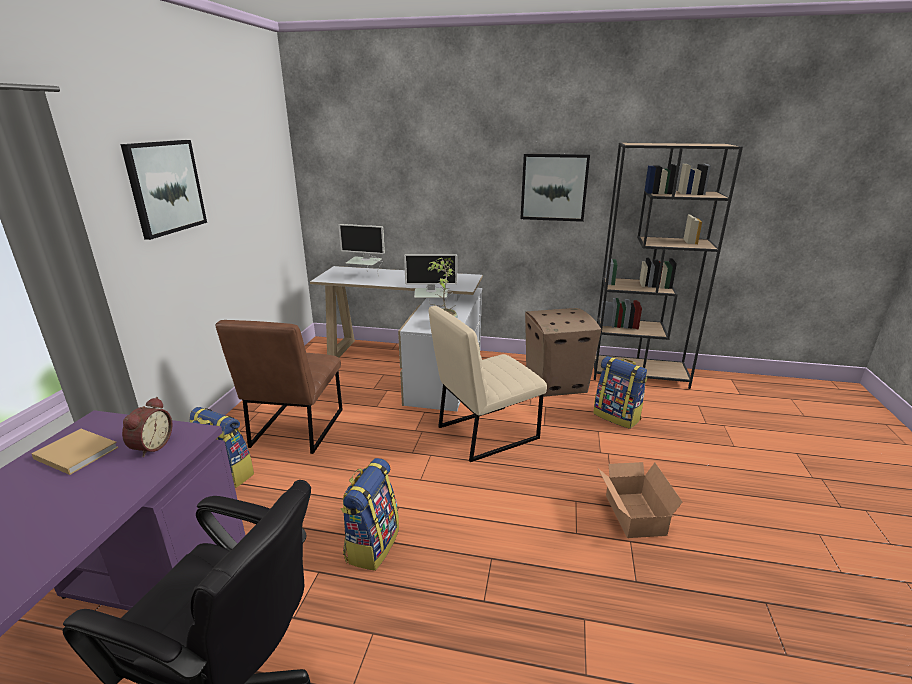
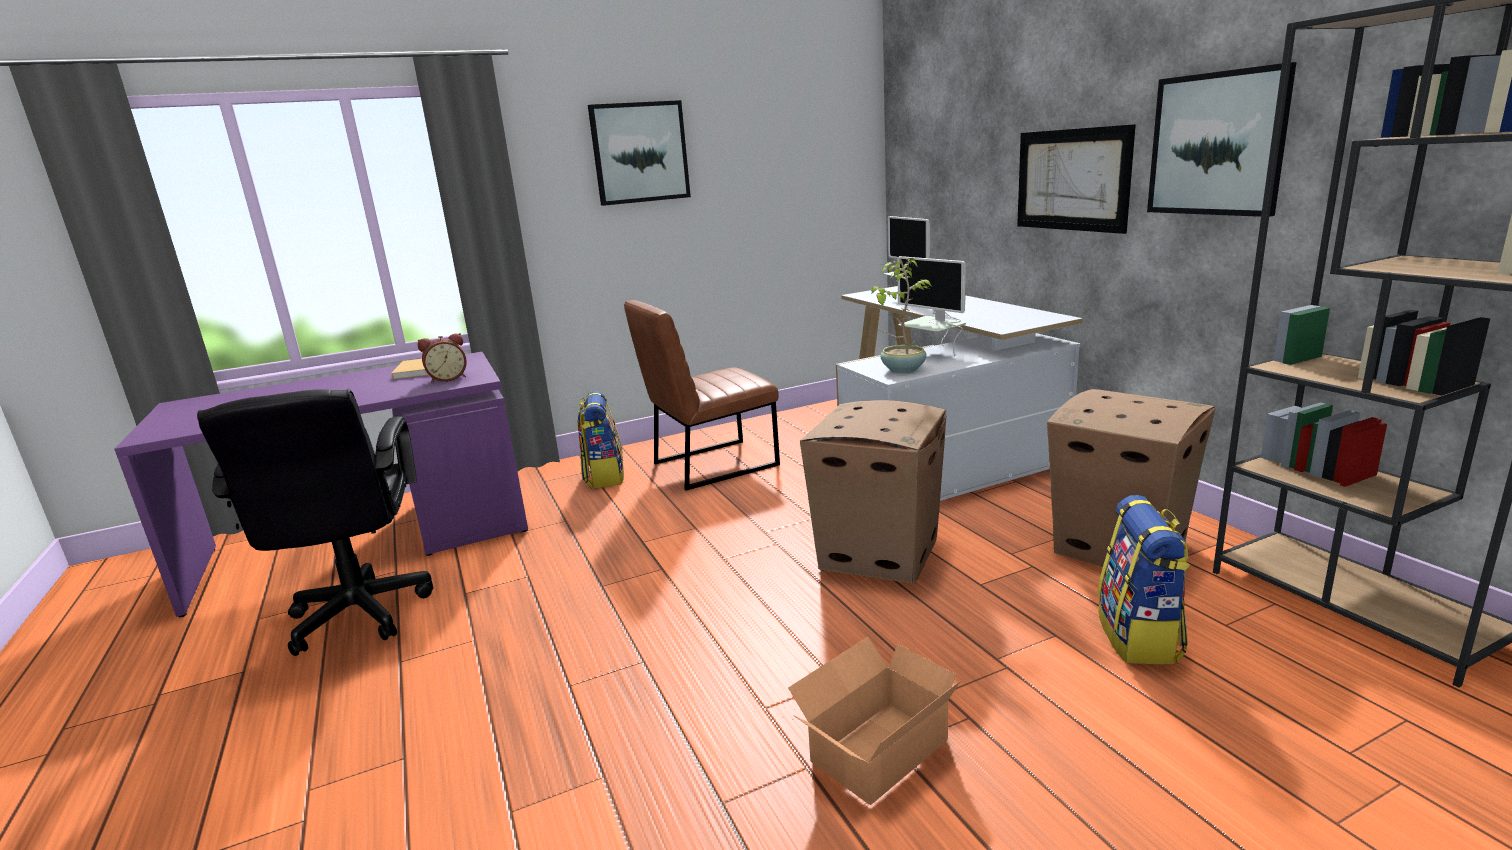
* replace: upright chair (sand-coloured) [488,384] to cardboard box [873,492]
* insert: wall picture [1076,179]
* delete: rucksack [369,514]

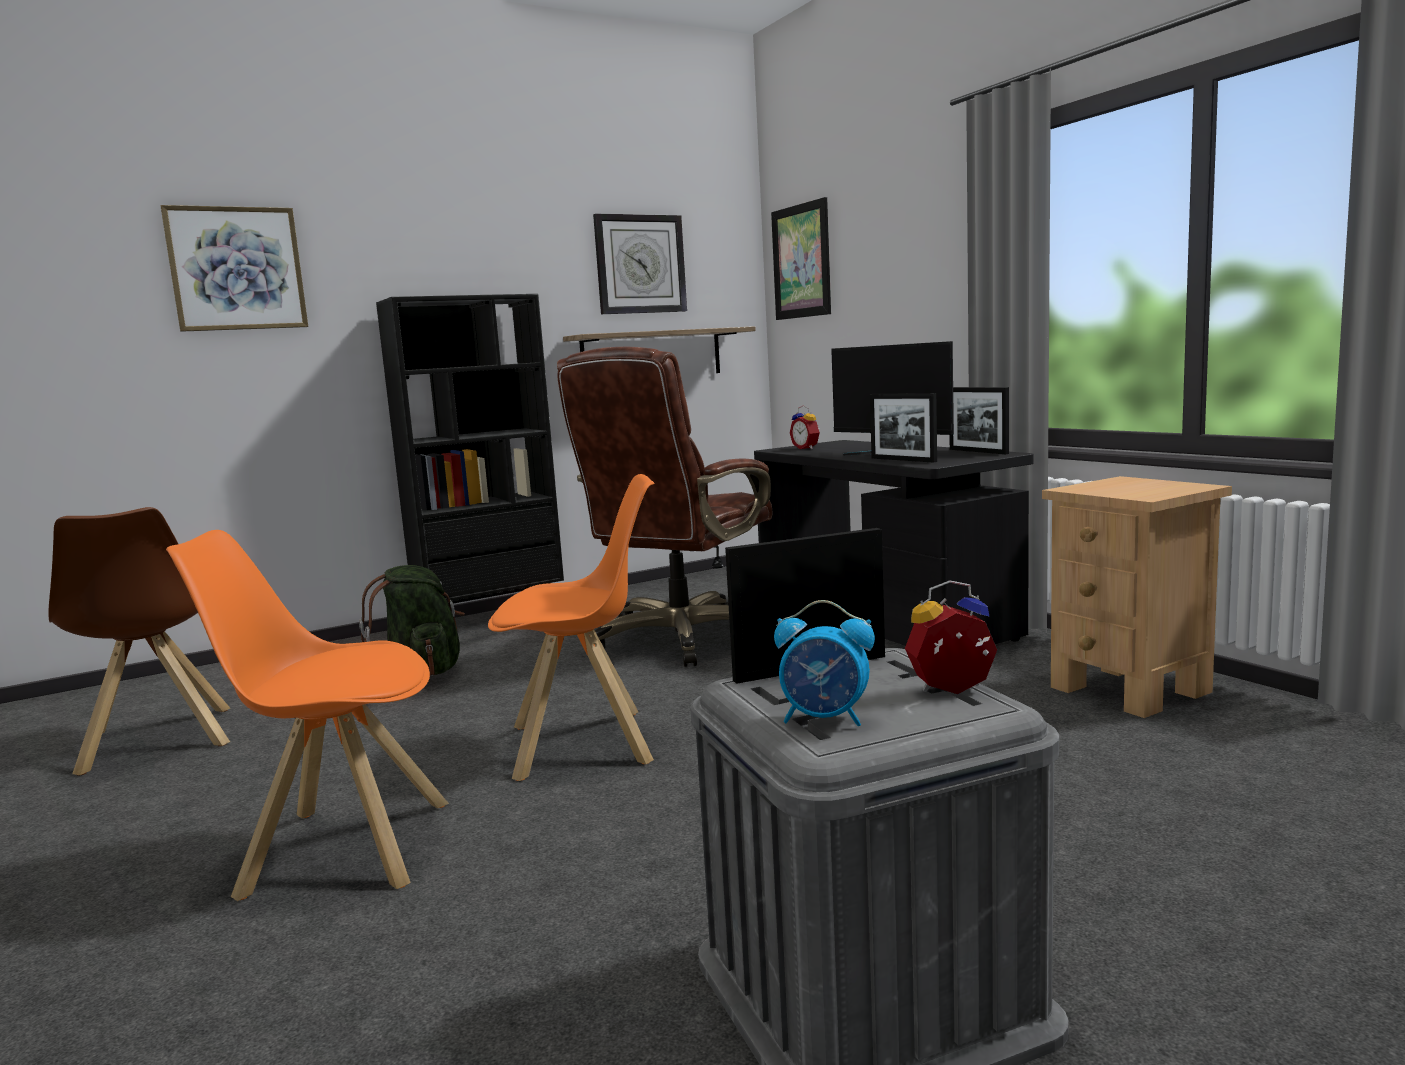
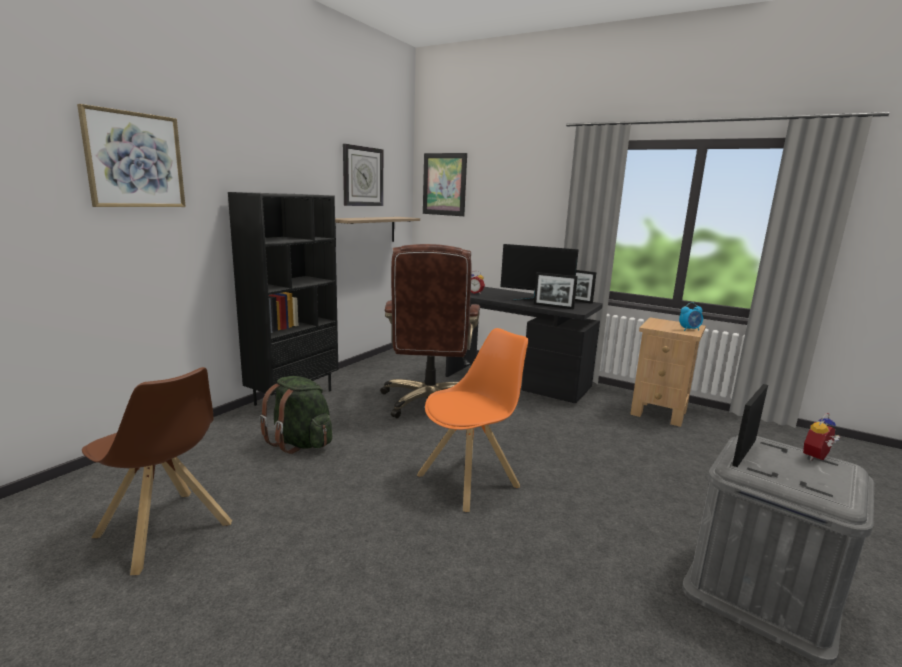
* move: alarm clock [824,663] to [691,316]
* delete: upright chair (orange) [307,715]

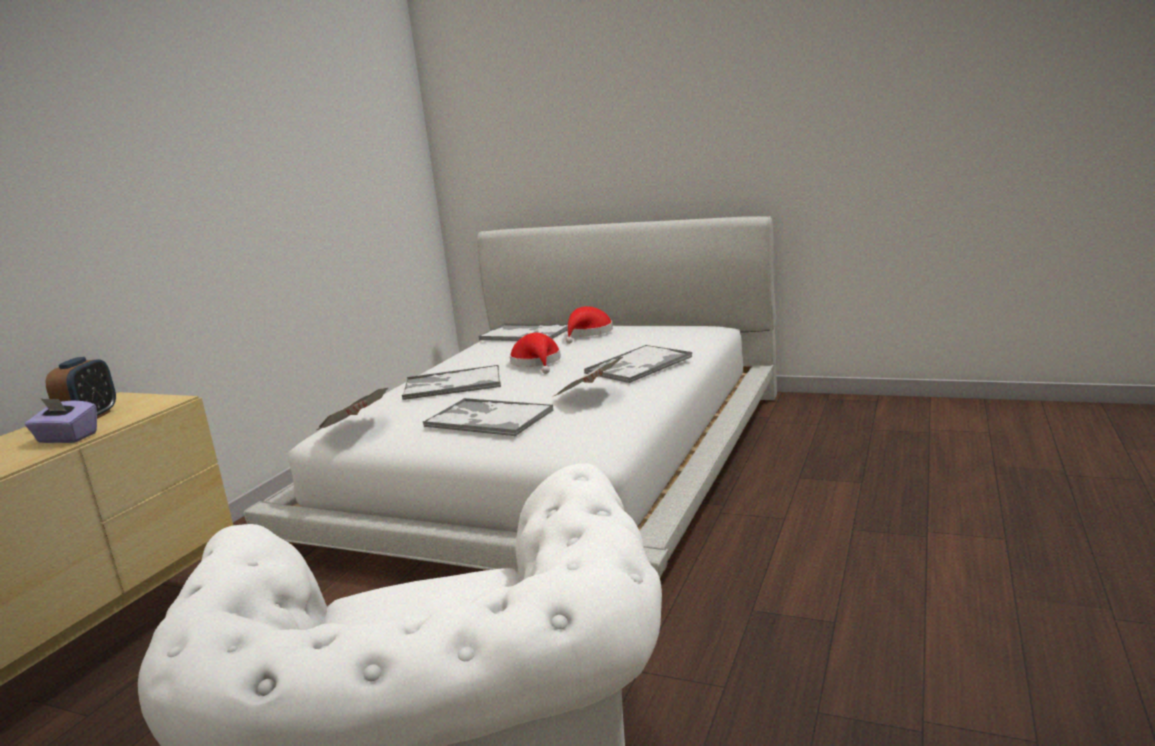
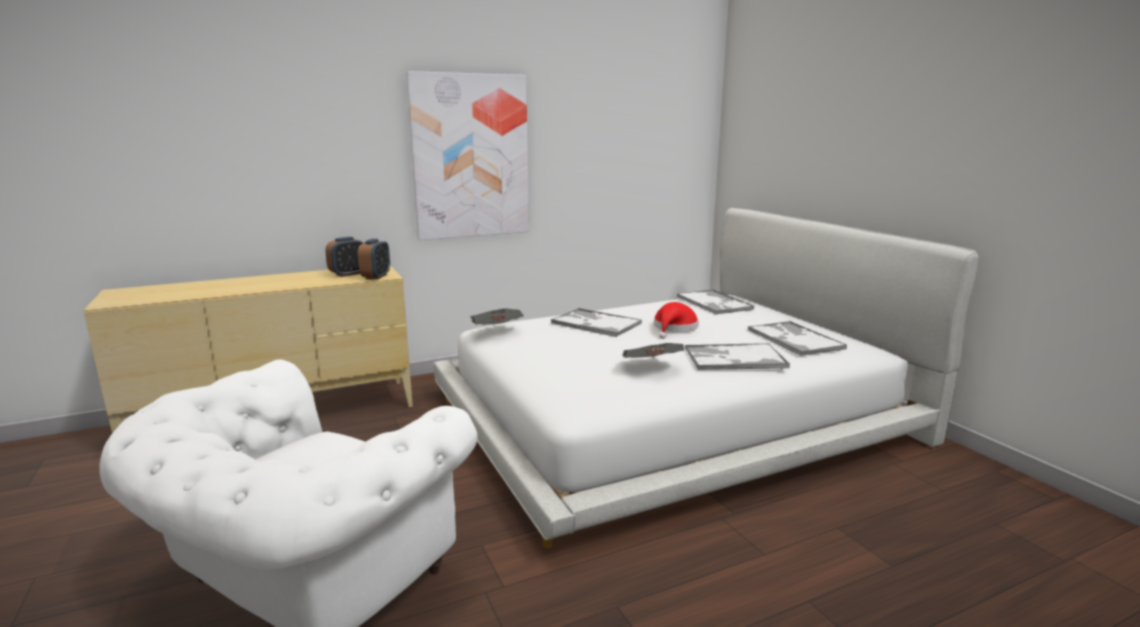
* insert: alarm clock [374,259]
* insert: wall picture [467,155]
* move: carrying tray [488,417] to [797,338]
* delete: tissue box (purplish) [61,420]
* delete: clothing hat (reddish) [589,325]

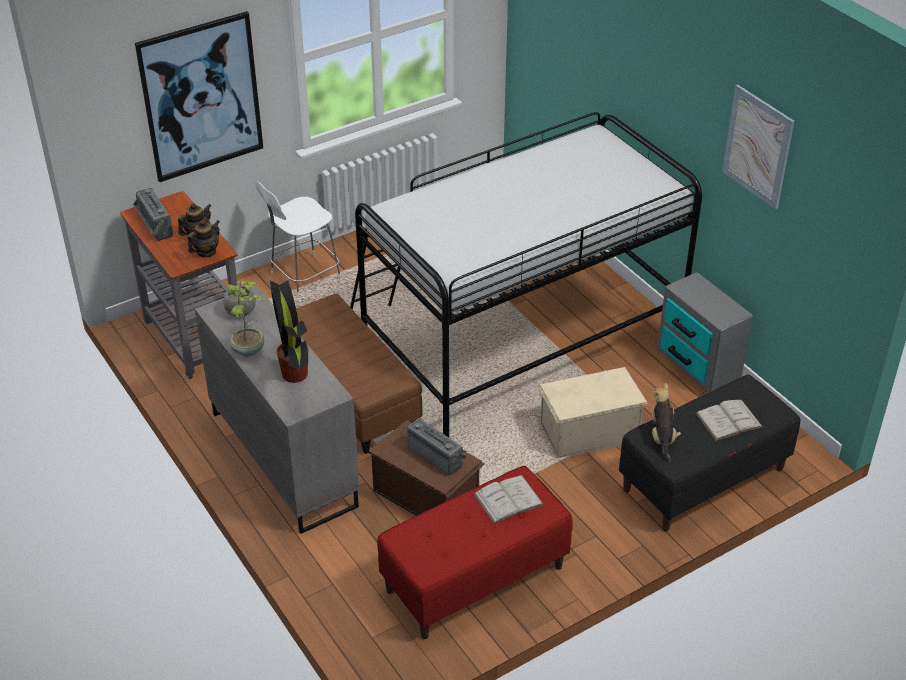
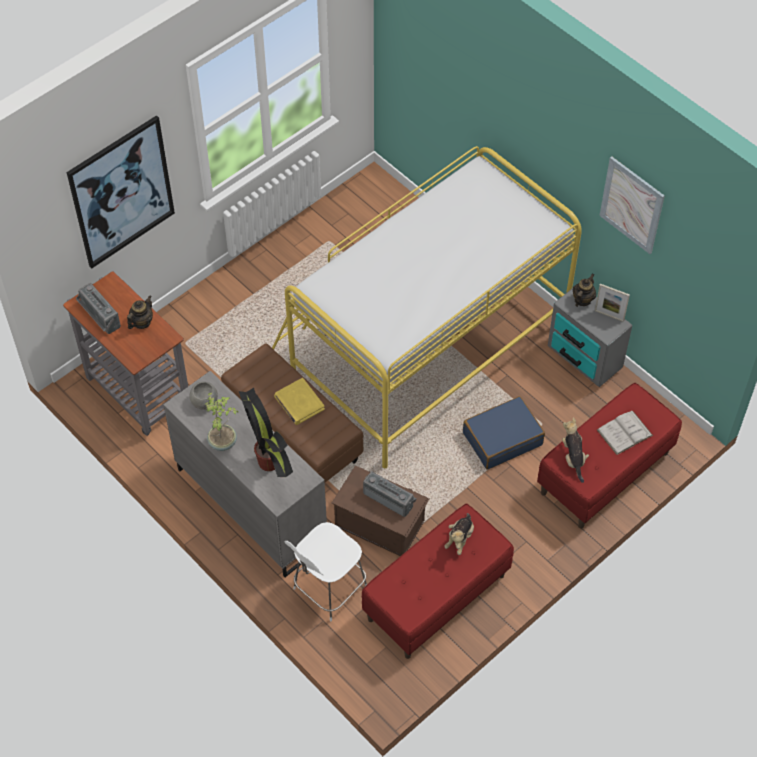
* recolor: bedroom bed (blackish) [526,274] to bedroom bed (yellow-coloured) [427,307]
* insert: bound book (yellow-coloured) [299,401]
* move: upright chair (white-coloured) [298,239] to [326,571]
* replace: bound book (white-coloured) [508,499] to soft toy [459,534]
* replace: storage bin (sand-coloured) [593,412] to piece of luggage (bluish) [504,432]
* recolor: long seat (blackish) [709,453] to long seat (reddish) [609,456]
* move: tea pot [204,238] to [584,290]
* insert: photo frame [612,303]

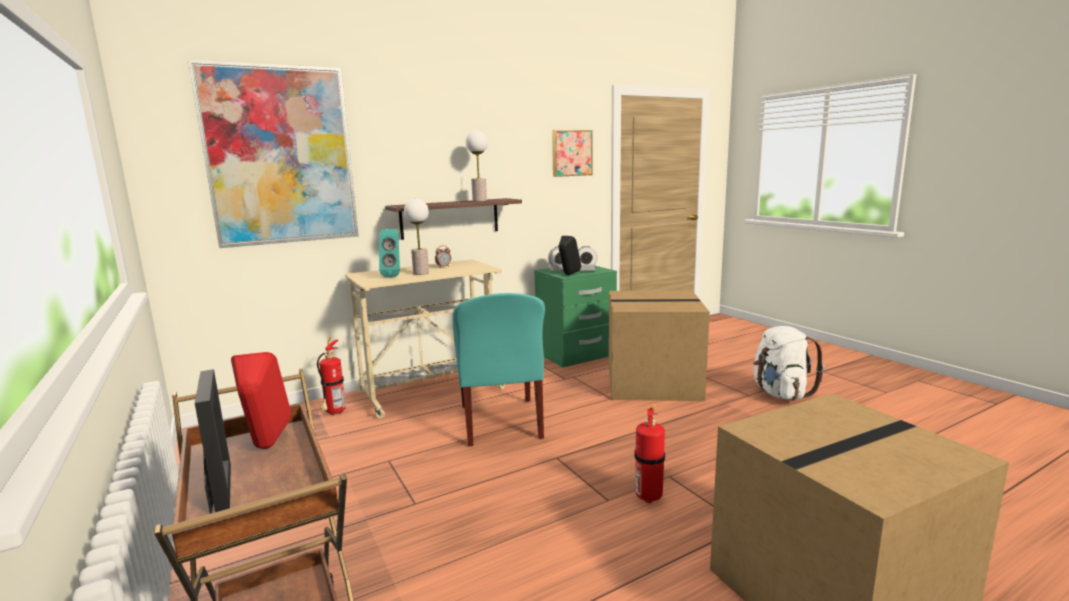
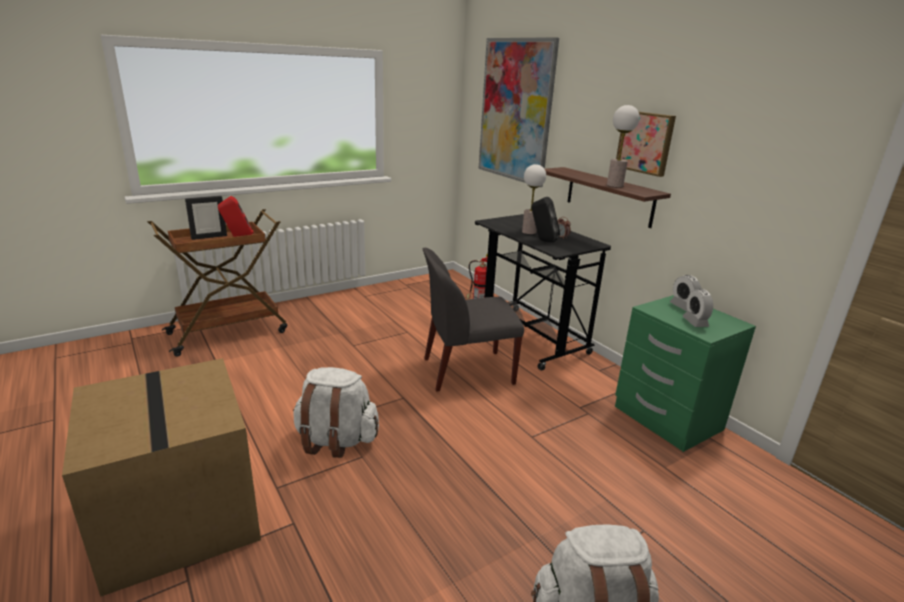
* replace: fire extinguisher [649,452] to rucksack (white-coloured) [336,412]
* recolor: upright chair (turquoise) [499,369] to upright chair (gray) [473,320]
* recolor: desk unit (sand-coloured) [425,339] to desk unit (blackish) [543,292]
* move: audio speaker (blackish) [569,255] to [545,219]
* move: wall picture [572,153] to [646,144]
* delete: audio speaker (turquoise) [389,253]
* delete: cardboard box [659,345]

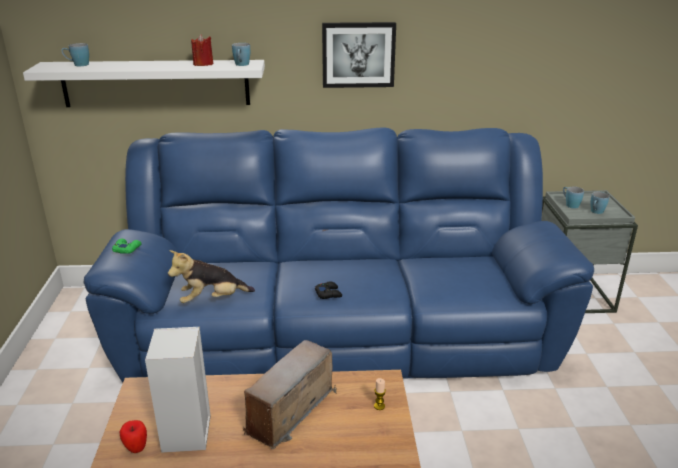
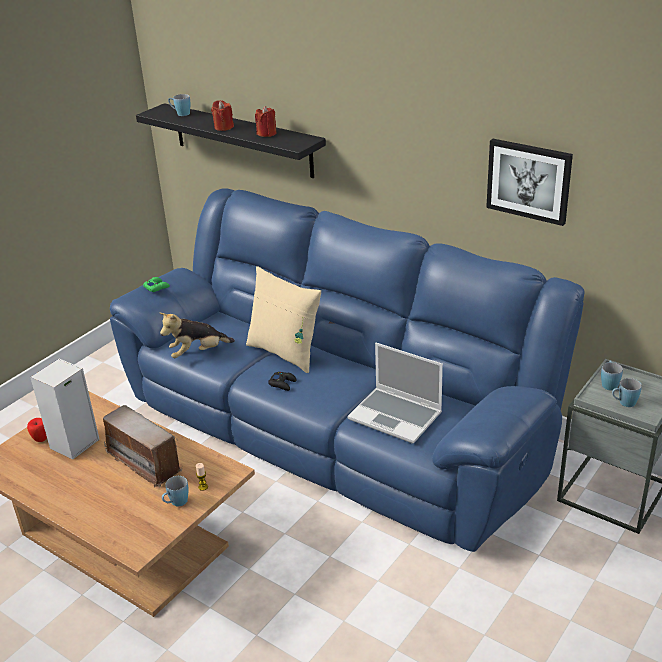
* rotate: radio set [289,394] = [142,446] 120 degrees counterclockwise
* recolor: bracket shelf (white-coloured) [144,83] to bracket shelf (blackish) [231,140]
* rotate: soft toy [211,276] = [197,335] 45 degrees counterclockwise
* move: mug (bluish) [241,54] to [175,491]
* insert: candle (reddish) [222,115]
* insert: throw pillow (sand-coloured) [283,319]
* insert: portable computer [395,393]
* move: wall picture [359,55] to [529,182]

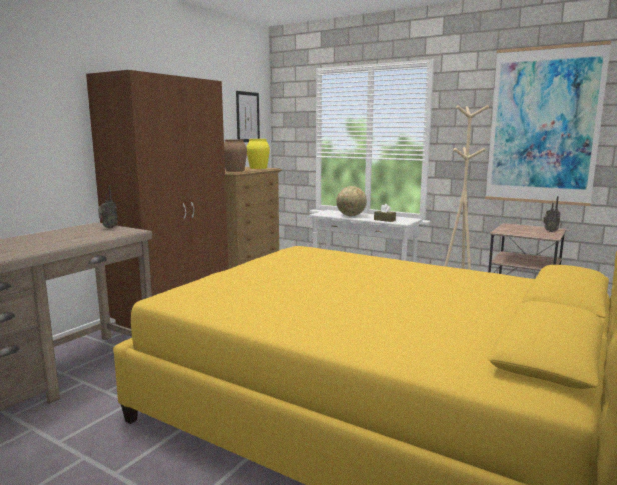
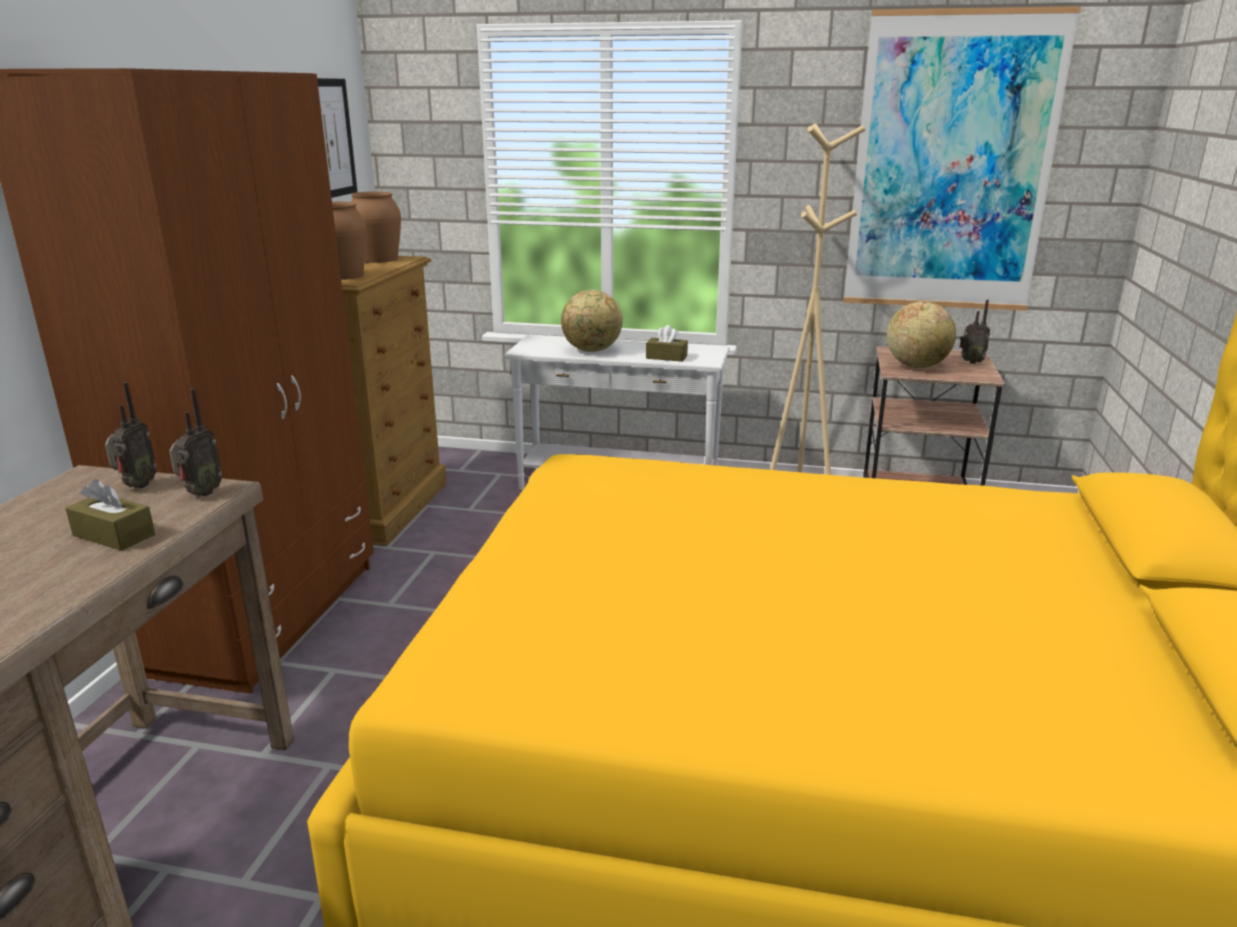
* insert: tissue box (brown-coloured) [110,515]
* insert: radio set [195,442]
* recolor: flower vase (yellow-coloured) [258,154] to flower vase (brown-coloured) [376,227]
* insert: world globe [921,334]

